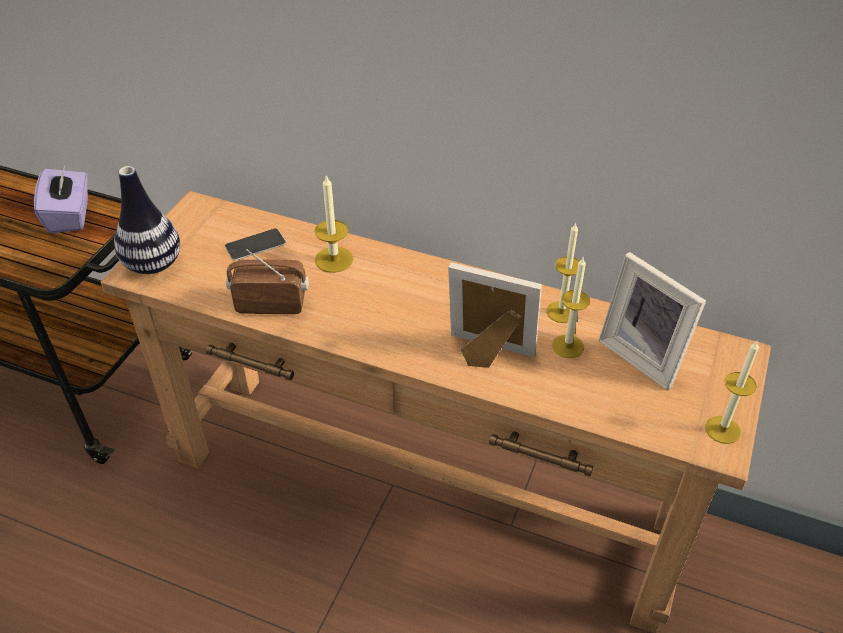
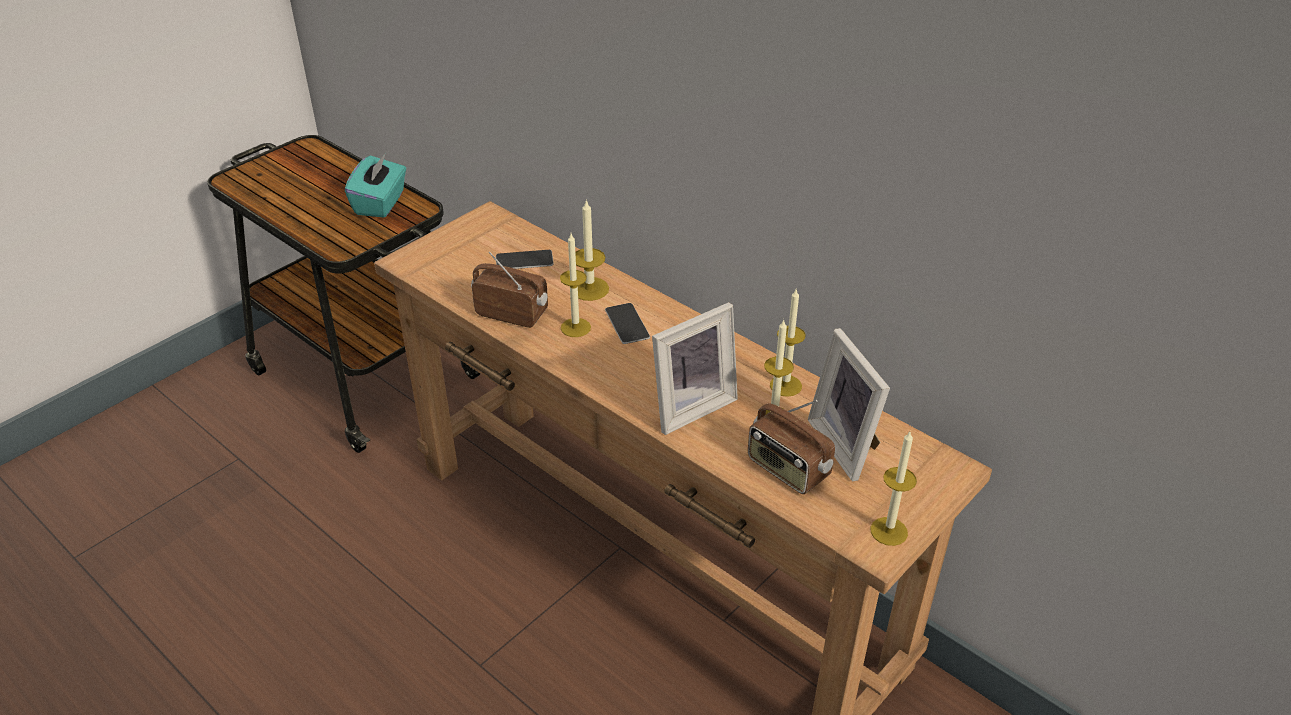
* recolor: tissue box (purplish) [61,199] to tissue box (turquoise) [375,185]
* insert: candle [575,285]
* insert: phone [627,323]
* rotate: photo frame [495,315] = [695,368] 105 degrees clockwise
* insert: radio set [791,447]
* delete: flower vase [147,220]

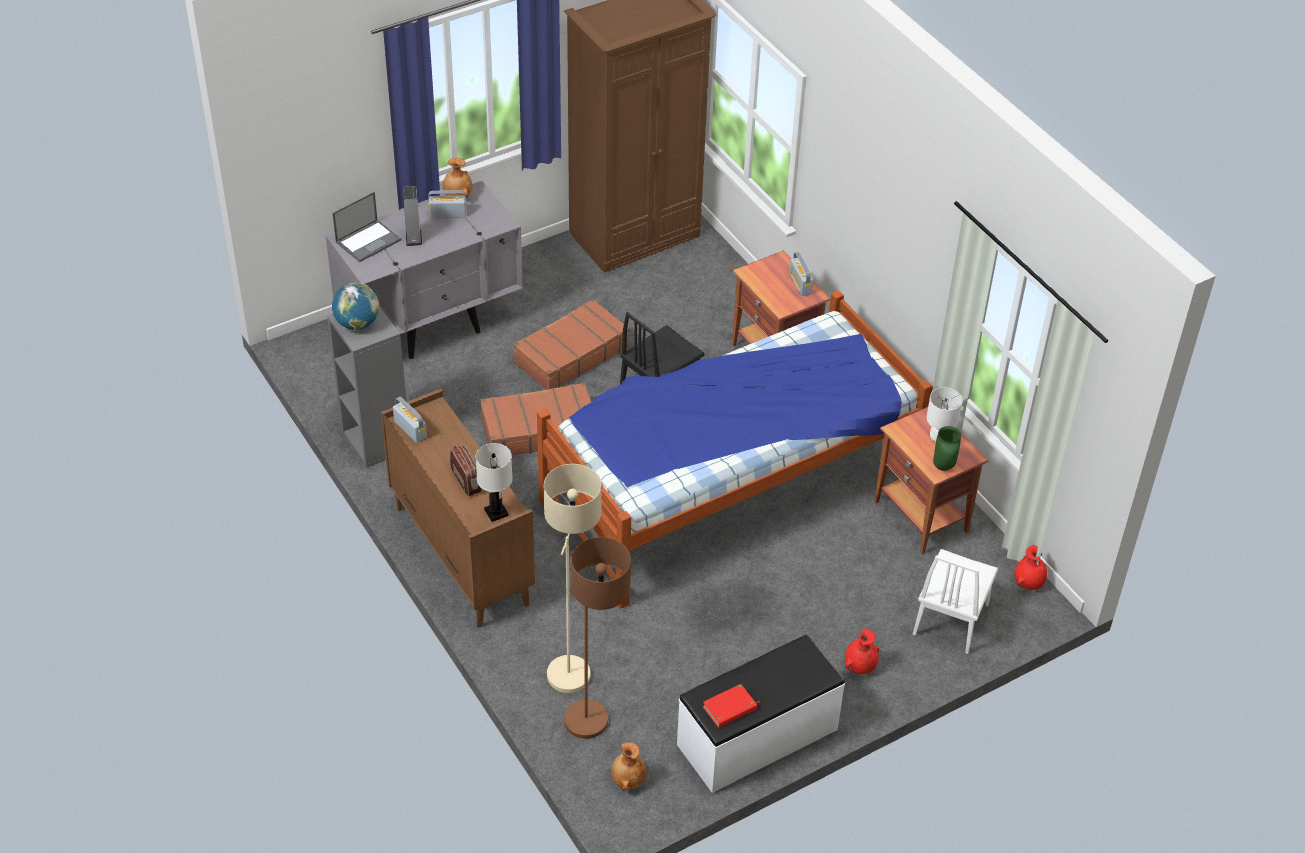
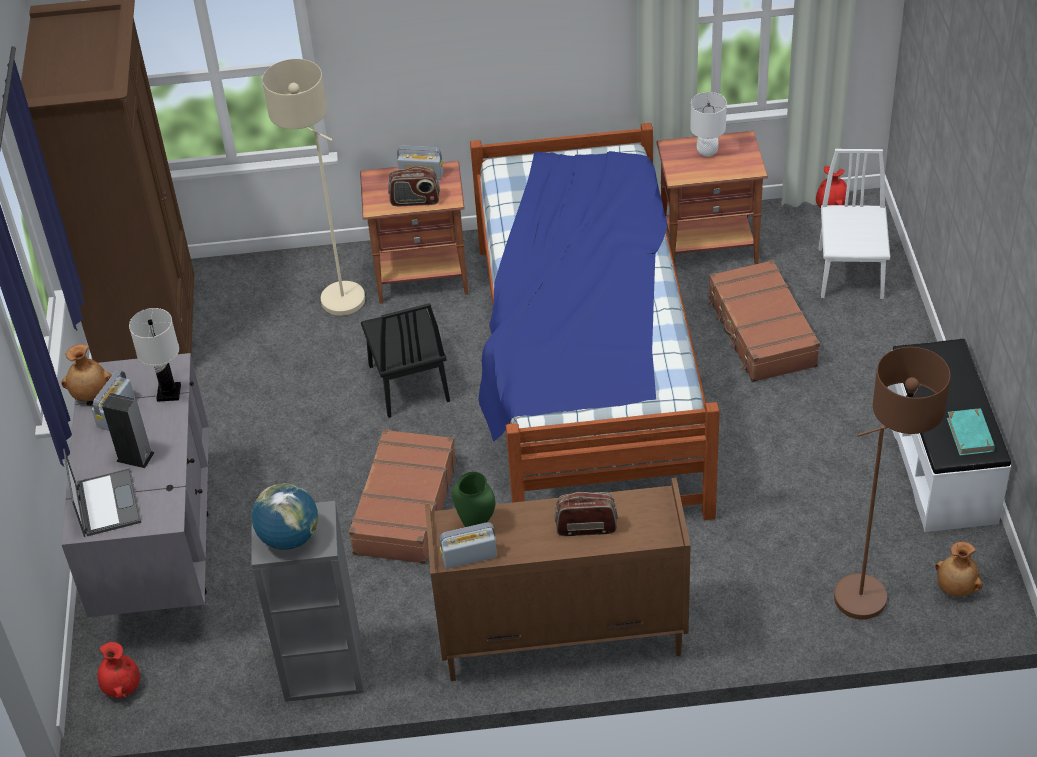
* move: flower vase (reddish) [862,651] to [118,670]
* move: table lamp (white-coloured) [494,482] to [155,355]
* move: standard lamp (sand-coloured) [573,578] to [313,187]
* insert: radio set [414,186]
* move: flower vase (greenish) [947,448] to [474,499]
* move: piece of luggage (brown-coloured) [571,344] to [764,321]
* rotate: upright chair (white-coloured) [955,601] = [854,224] 135 degrees counterclockwise
* recolor: bound book (reddish) [731,706] to bound book (turquoise) [971,432]

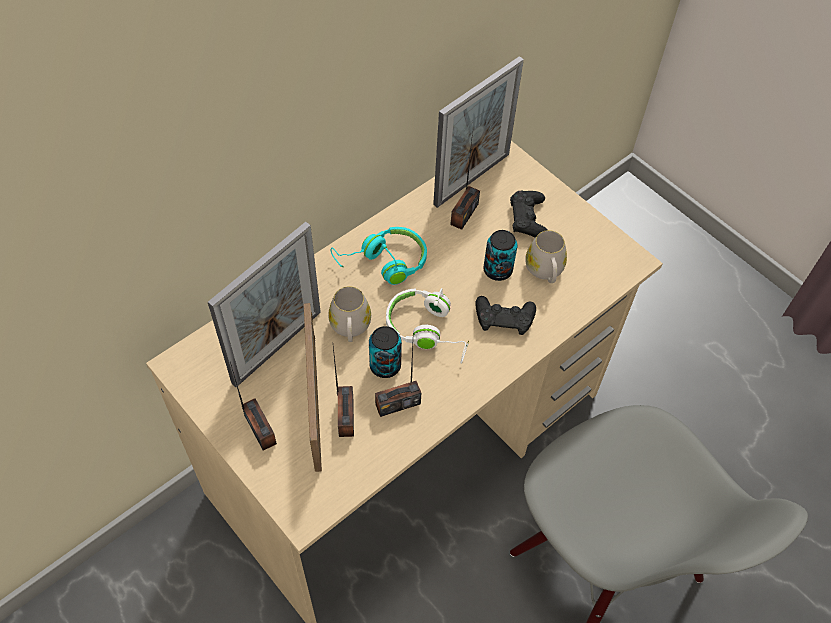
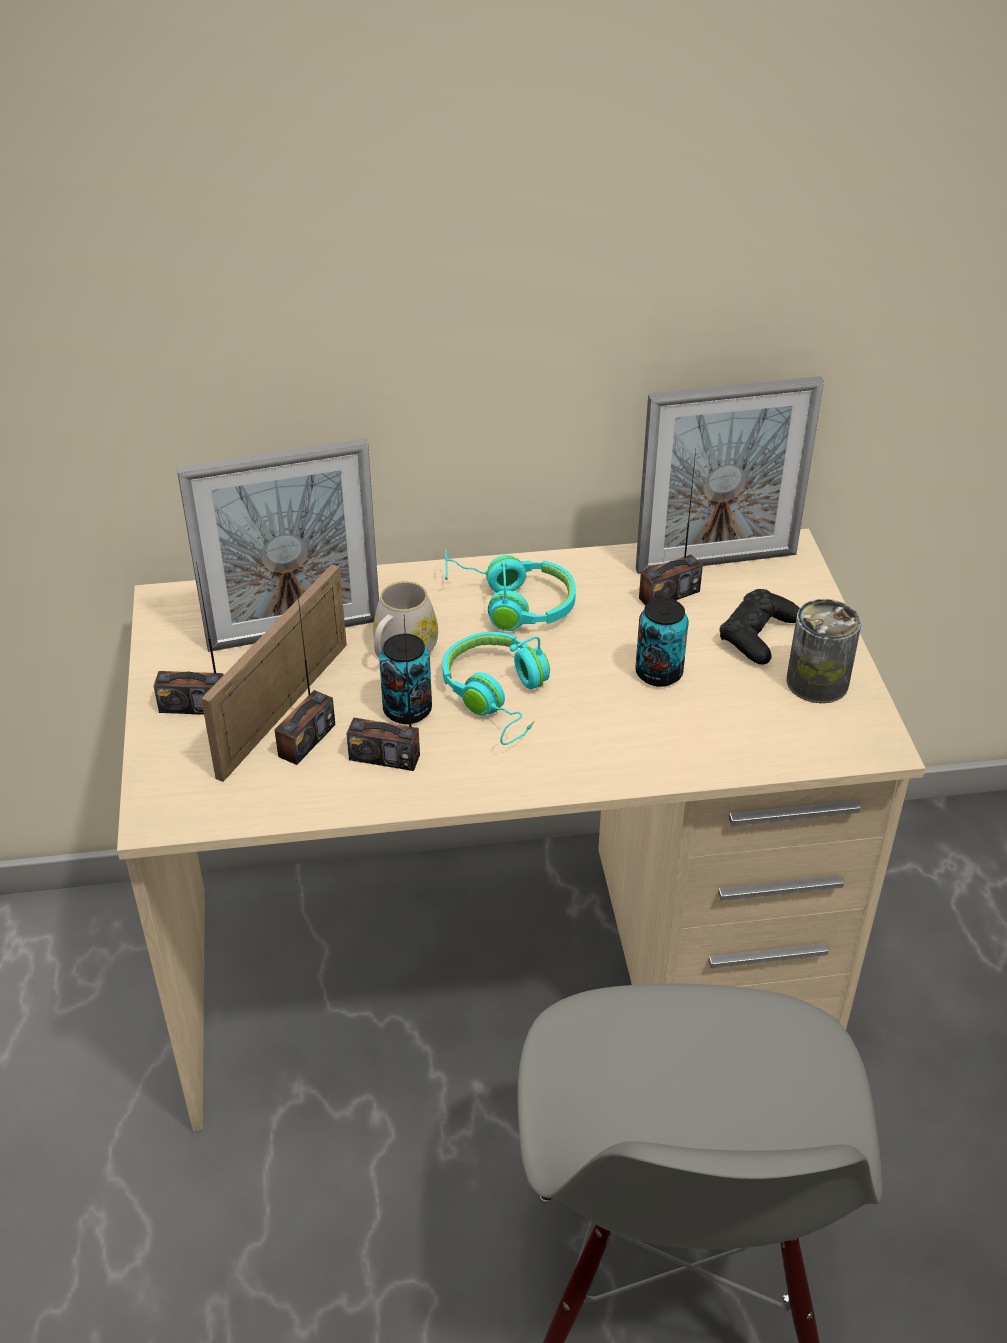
* rotate: radio set [253,406] = [189,638] 90 degrees clockwise
* recolor: headset (white-coloured) [427,326] to headset (turquoise) [496,688]
* insert: metal can [823,651]
* delete: game controller (blackish) [505,315]
* delete: mug (white-coloured) [546,256]

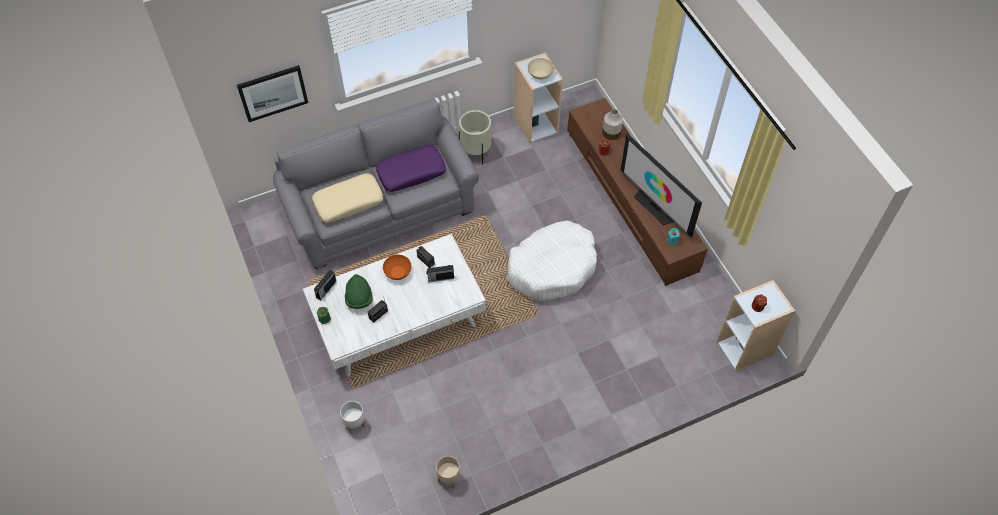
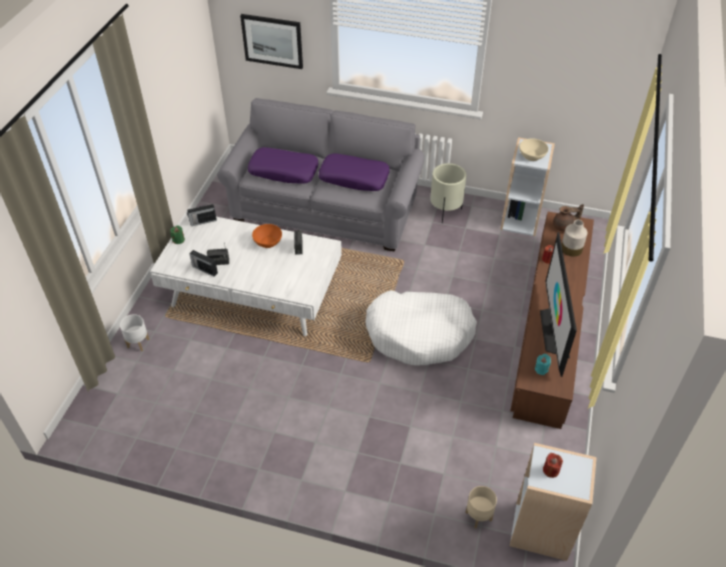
* move: radio set [440,273] to [203,263]
* recolor: throw pillow (sand-coloured) [347,198] to throw pillow (purplish) [283,165]
* move: plant pot (sand-coloured) [448,472] to [481,507]
* insert: tea pot (brown-coloured) [568,218]
* delete: clothing hat (greenish) [359,291]

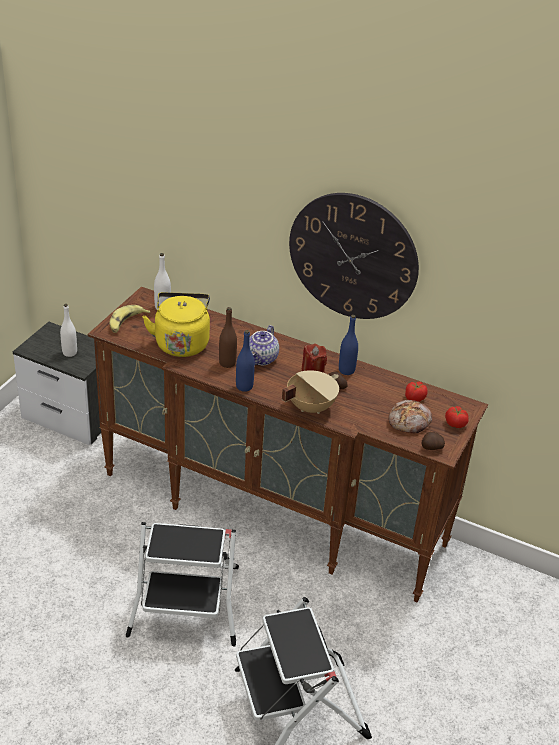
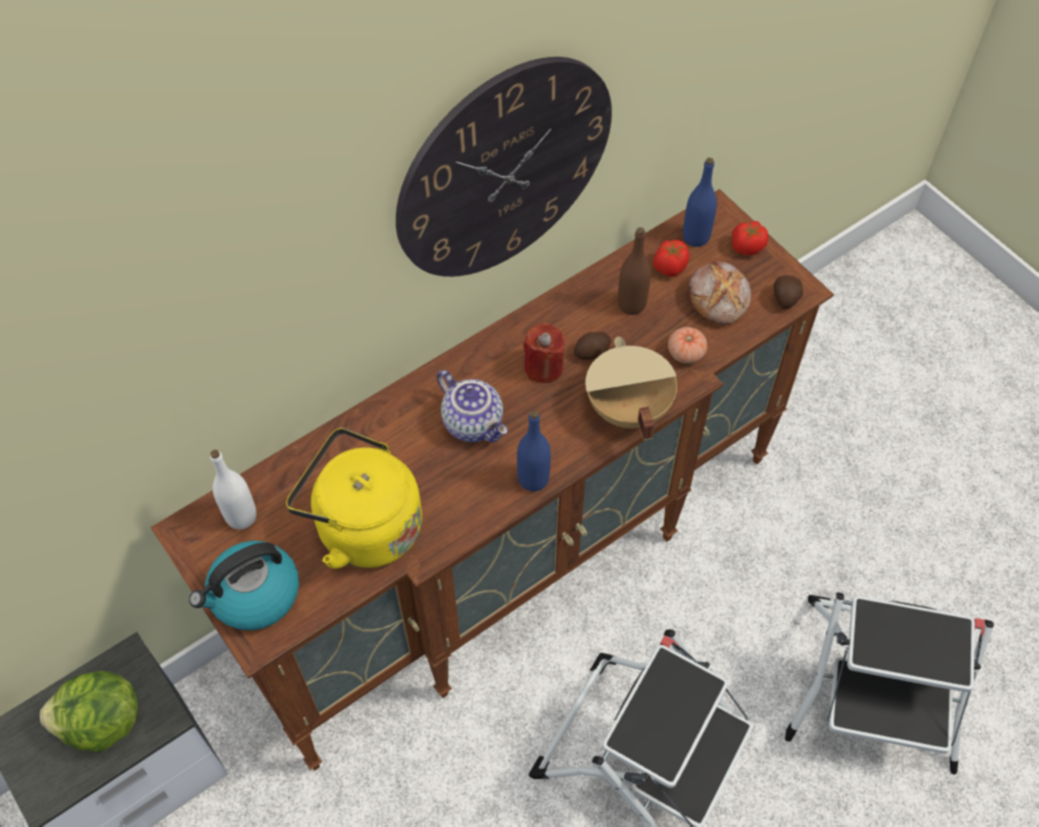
* replace: drink bottle (white-coloured) [68,330] to head of lettuce [89,711]
* replace: whole banana [129,319] to kettle [244,586]
* move: drink bottle (brown-coloured) [228,337] to [634,271]
* insert: whole tomato [687,345]
* move: drink bottle (bluish) [348,345] to [700,202]

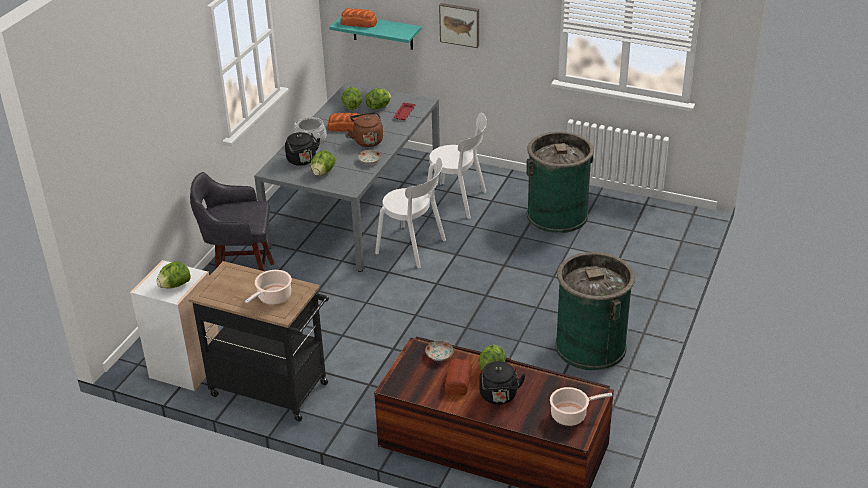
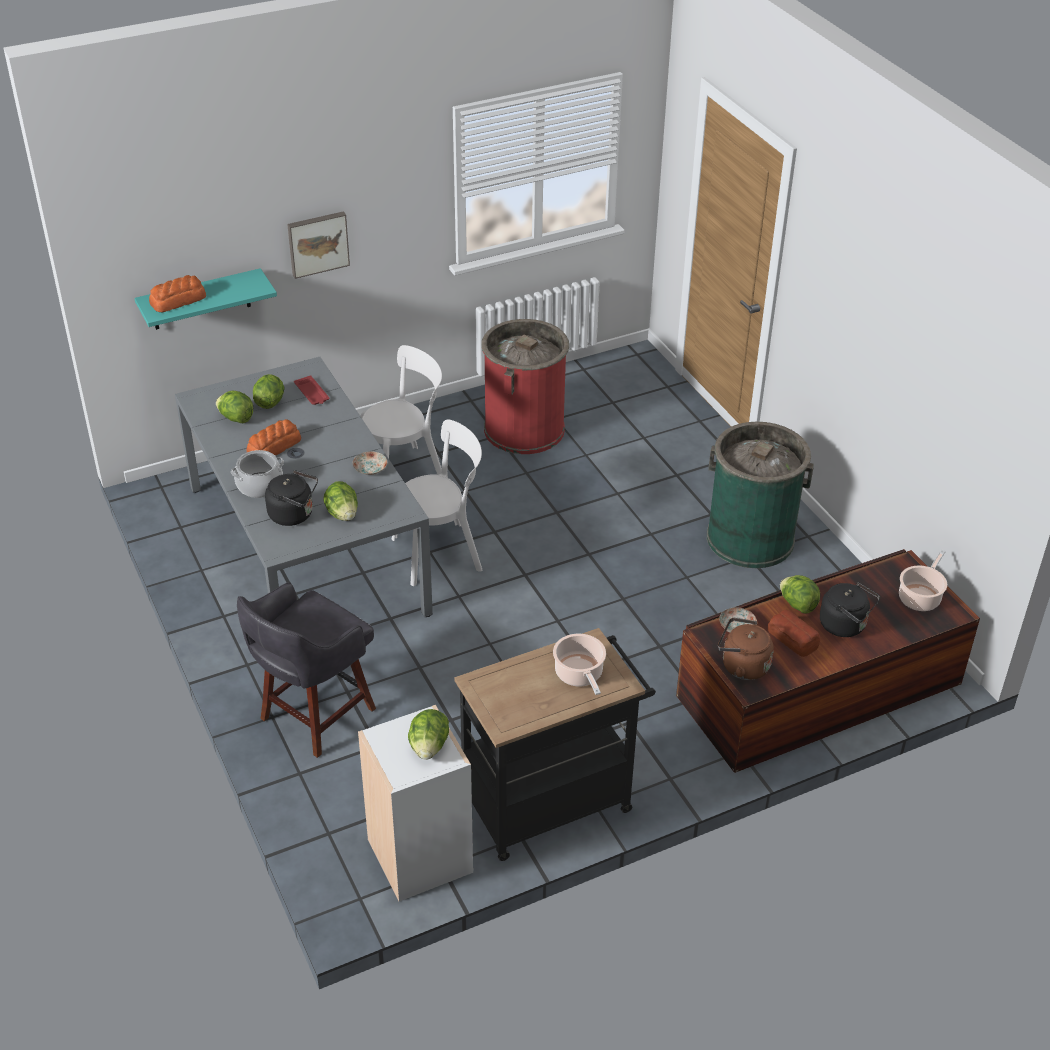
* recolor: rubbish bin (greenish) [560,182] to rubbish bin (reddish) [525,386]
* move: kettle (brown-coloured) [365,129] to [746,649]

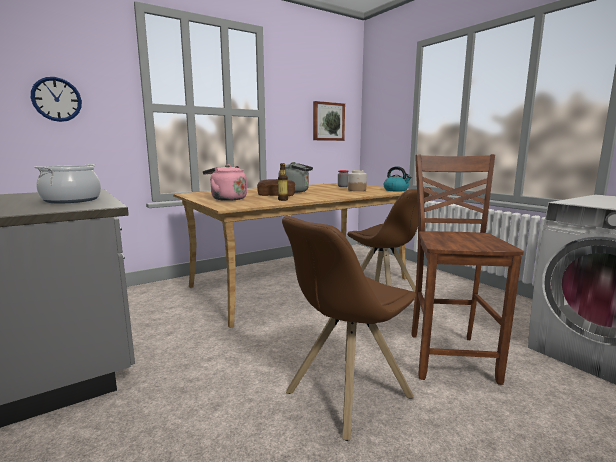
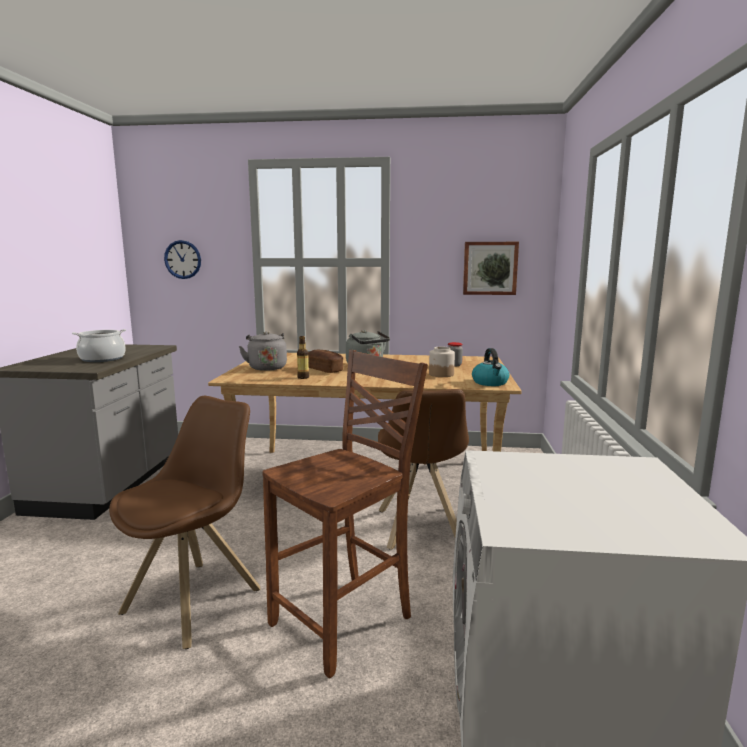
* rotate: upright chair (brown-coloured) [349,328] = [184,522] 120 degrees clockwise
* recolor: kettle (pink) [225,182] to kettle (gray) [263,351]

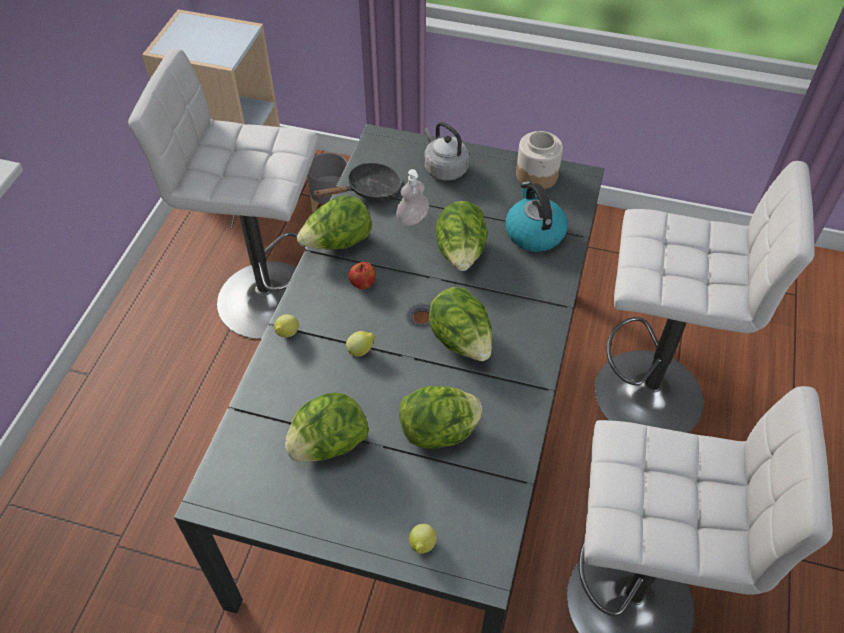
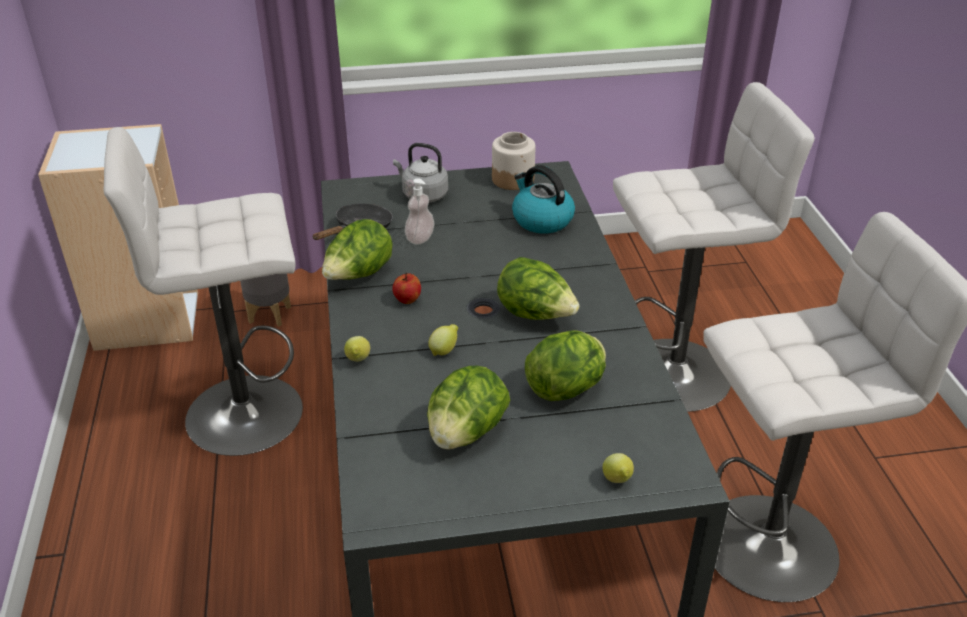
* delete: head of lettuce [462,236]

